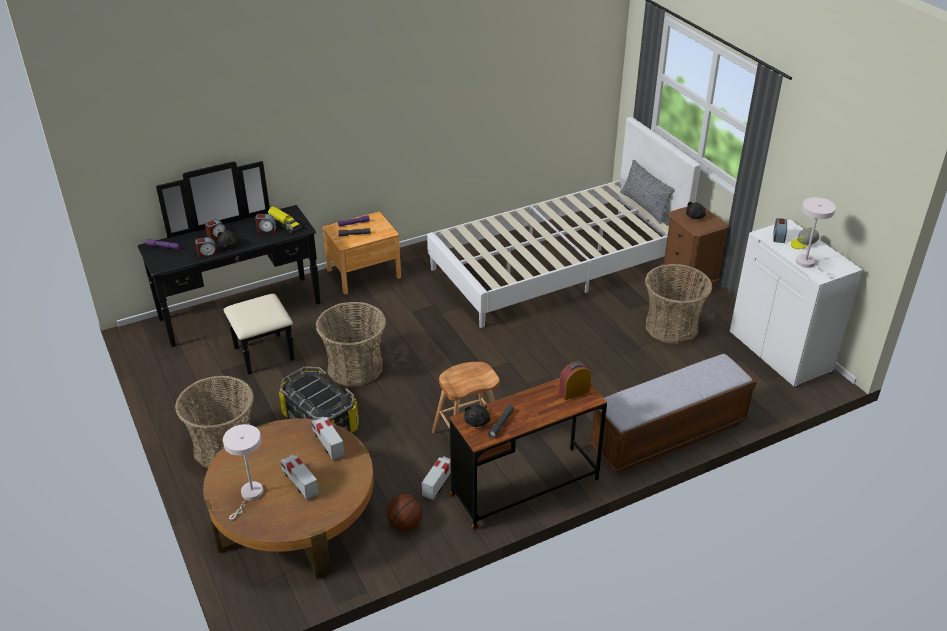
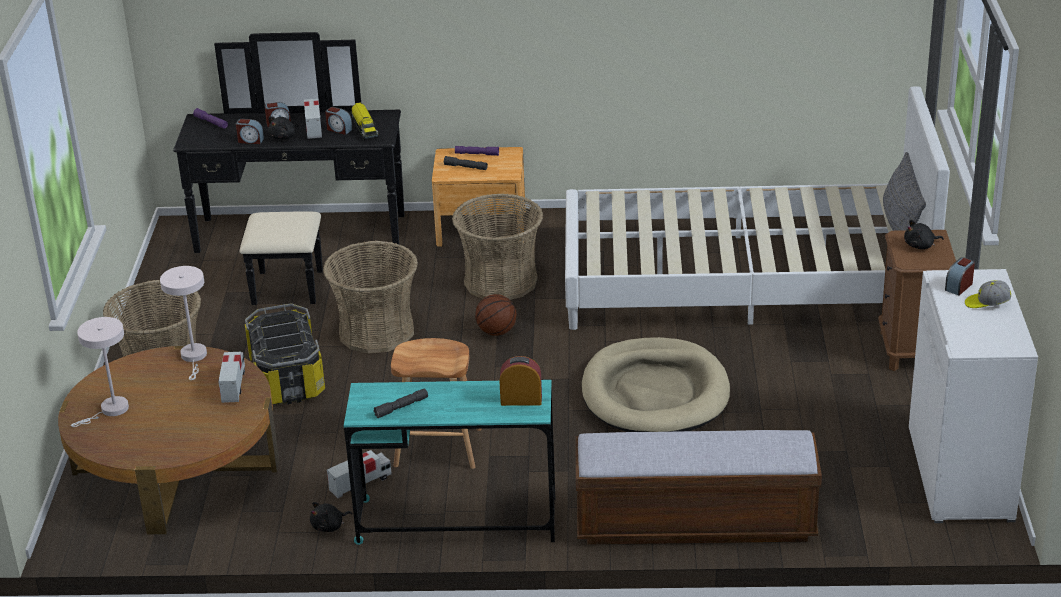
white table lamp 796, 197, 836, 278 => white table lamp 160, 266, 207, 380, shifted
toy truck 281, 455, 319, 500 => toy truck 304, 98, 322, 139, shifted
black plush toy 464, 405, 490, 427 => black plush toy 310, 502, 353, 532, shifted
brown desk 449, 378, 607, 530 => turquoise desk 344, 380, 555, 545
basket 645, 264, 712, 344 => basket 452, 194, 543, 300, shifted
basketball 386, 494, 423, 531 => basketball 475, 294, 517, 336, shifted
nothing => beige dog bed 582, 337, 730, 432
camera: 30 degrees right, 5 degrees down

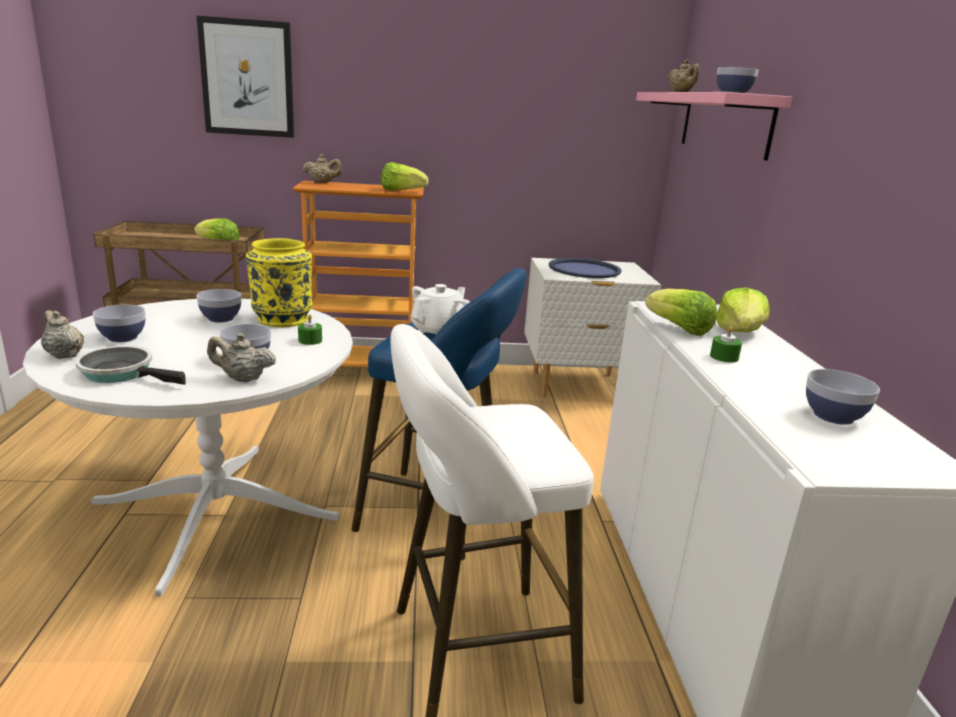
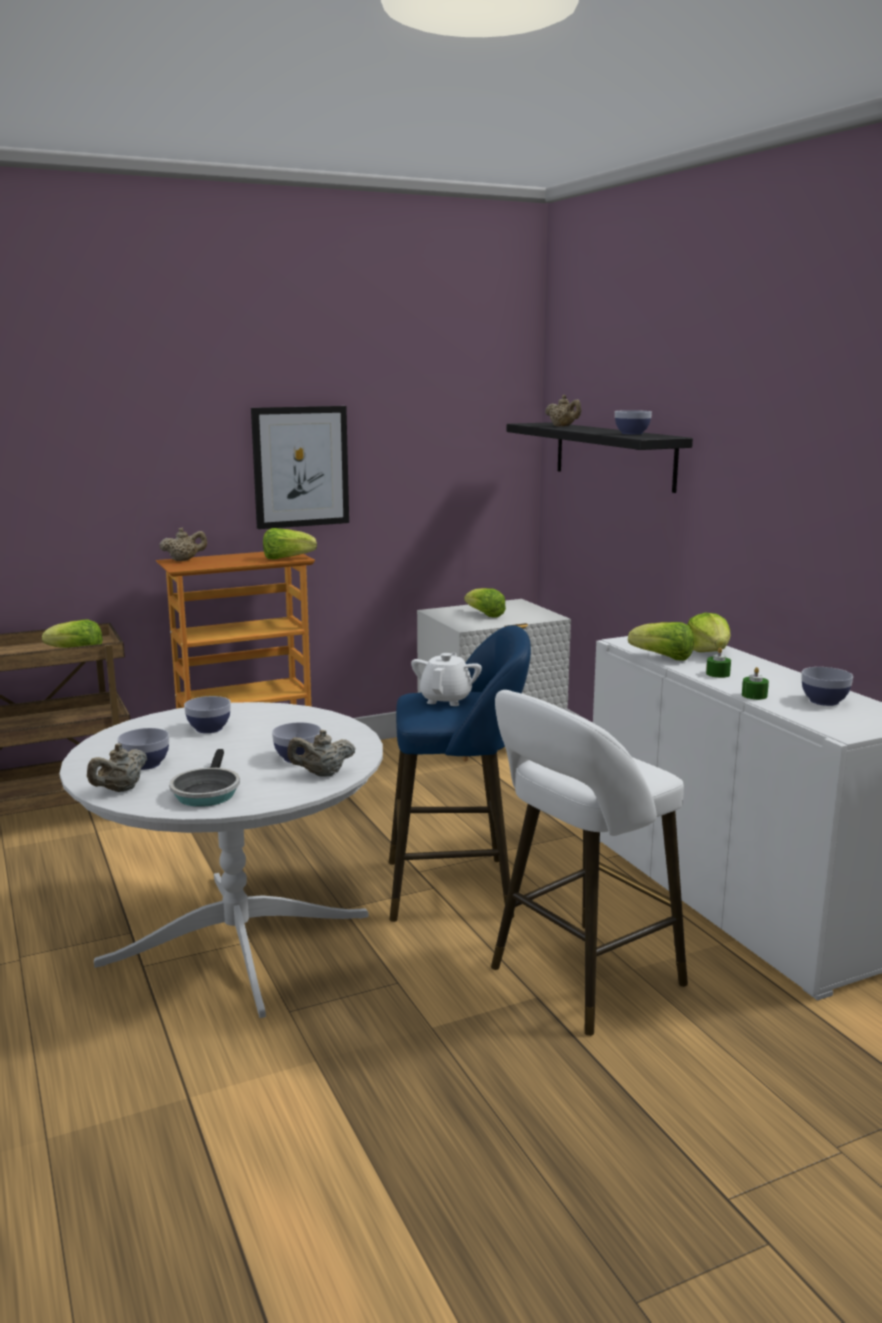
beige teapot 41, 310, 84, 359 => beige teapot 87, 743, 147, 792, 75 degrees counterclockwise
frying pan 75, 346, 186, 385 => frying pan 169, 749, 240, 807, 90 degrees counterclockwise
picture 197, 16, 294, 138 => picture 251, 406, 349, 529, shifted
blue tray 549, 258, 621, 278 => lettuce 464, 588, 506, 618
pink shelf 636, 92, 792, 161 => black shelf 507, 422, 693, 493
green candle 298, 314, 322, 345 => green candle 742, 667, 769, 700, shifted
yellow vase 246, 238, 313, 327 => nothing
camera: 20 degrees left, 5 degrees down

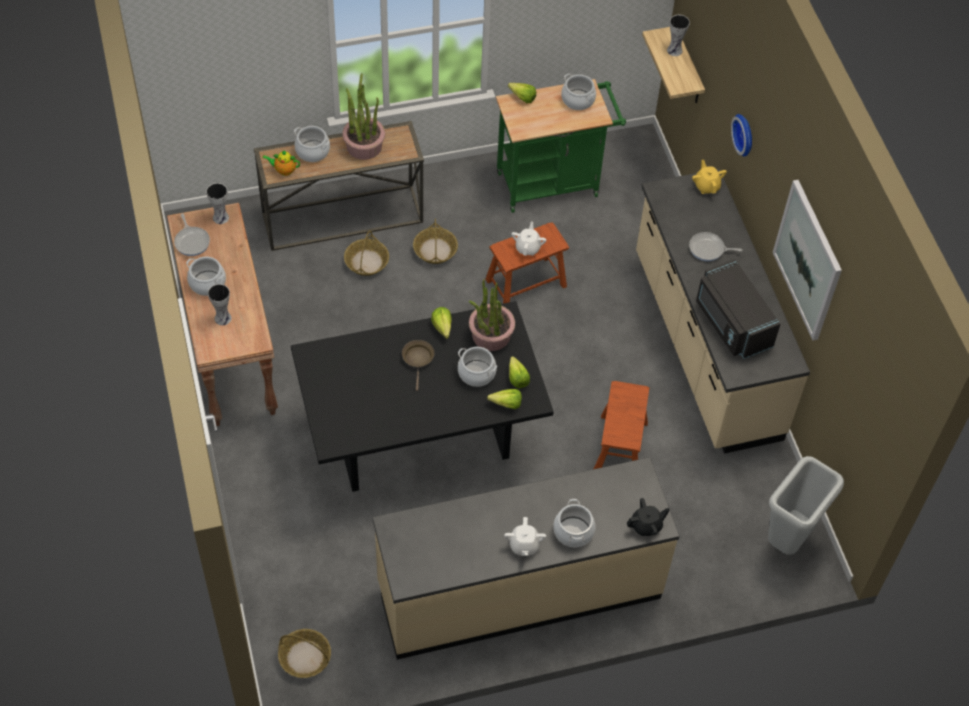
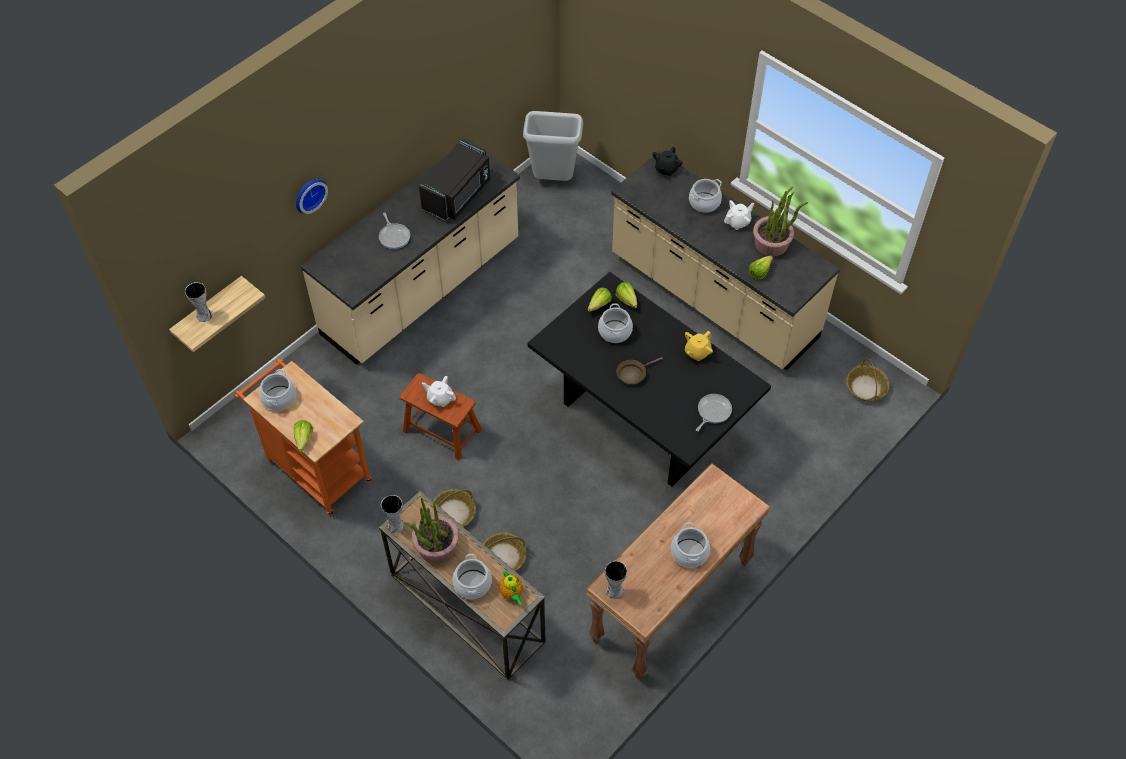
green cart 496, 79, 626, 213 => orange cart 235, 359, 372, 516
vase 208, 284, 232, 325 => vase 381, 495, 404, 533, shifted
white teapot 511, 222, 546, 256 => white teapot 422, 376, 456, 407, 45 degrees clockwise
black teapot 627, 498, 670, 536 => black teapot 653, 147, 683, 176, 105 degrees counterclockwise
yellow teapot 692, 160, 727, 194 => yellow teapot 685, 331, 713, 361, shifted
frying pan 174, 213, 210, 256 => frying pan 696, 394, 732, 432, shifted
lettuce 431, 307, 452, 339 => lettuce 749, 256, 773, 280, shifted
potted plant 469, 280, 515, 351 => potted plant 753, 187, 808, 257, shifted
brown stool 594, 381, 649, 469 => nothing
picture 773, 180, 842, 340 => nothing
camera: 120 degrees left, 0 degrees up

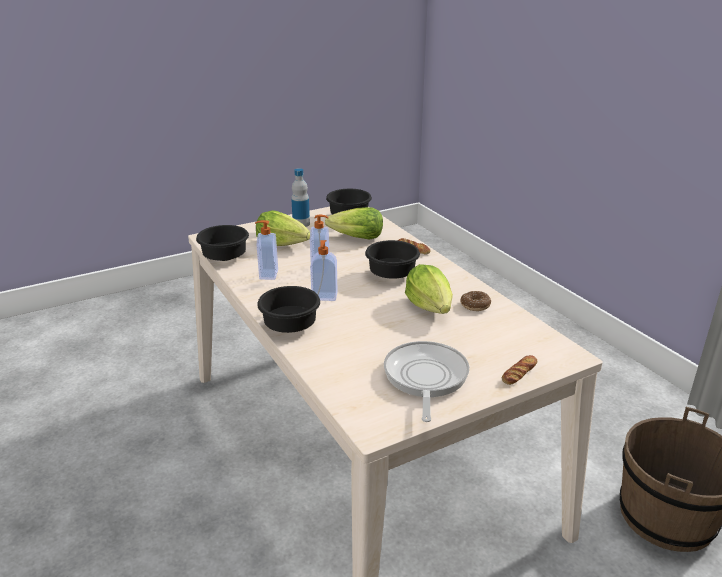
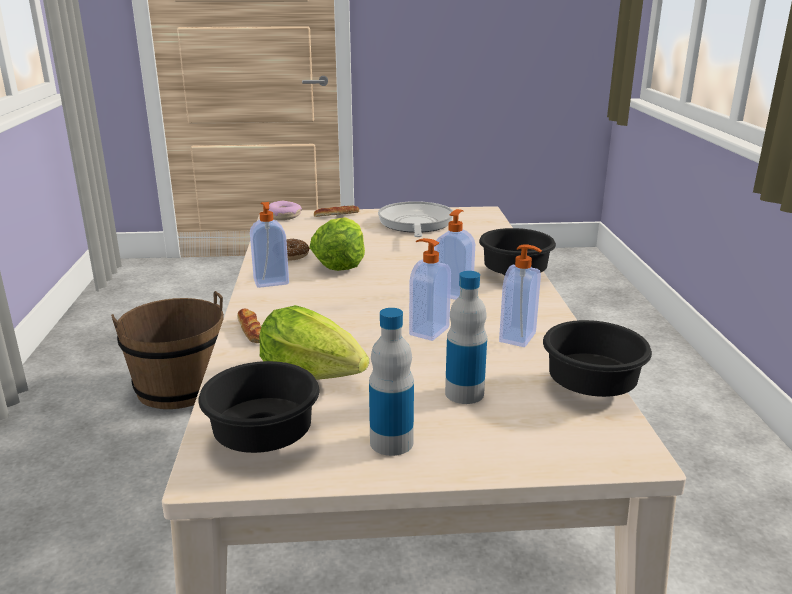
nothing => soap dispenser 250, 202, 289, 288
nothing => donut 269, 201, 302, 220
frying pan 384, 341, 469, 422 => frying pan 378, 201, 453, 237, 150 degrees clockwise
lettuce 256, 210, 310, 246 => bottle 445, 271, 487, 404
black bowl 365, 240, 420, 279 => nothing
camera: 155 degrees left, 5 degrees down

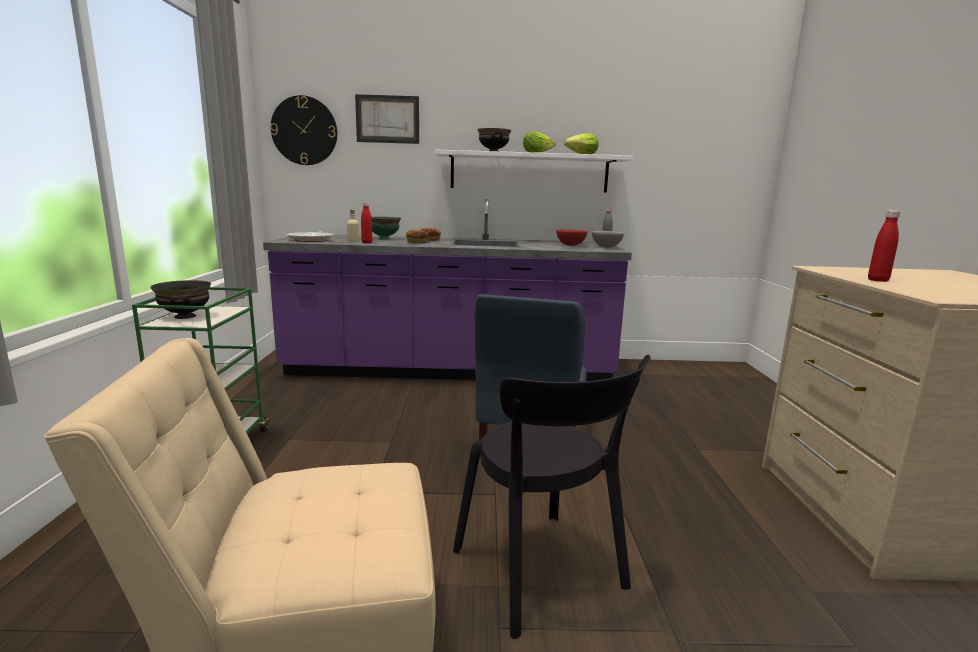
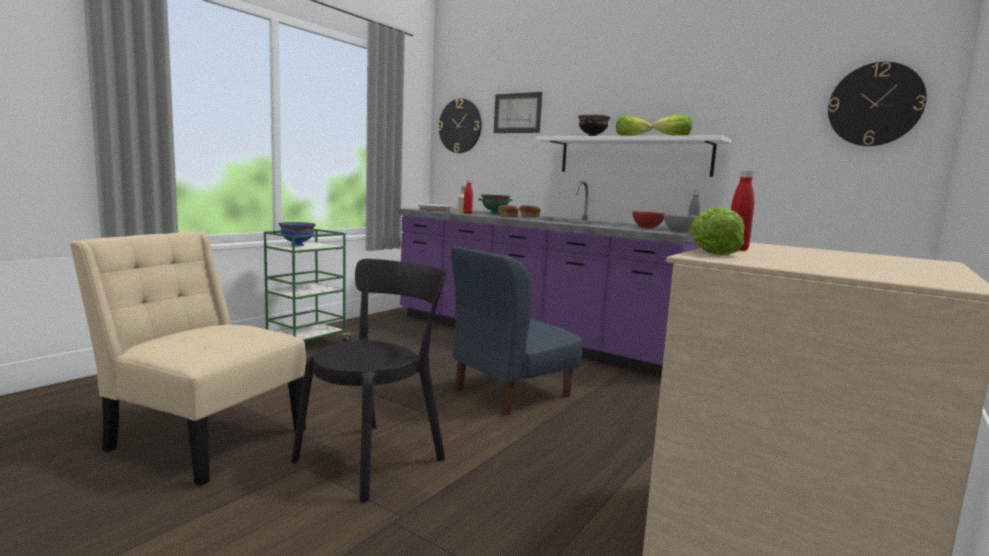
black bowl 151, 280, 211, 319 => blue bowl 279, 222, 316, 246
black chair 453, 355, 651, 639 => black chair 291, 259, 448, 503, 150 degrees counterclockwise
nothing => lettuce 689, 207, 745, 255
nothing => wall clock 828, 62, 927, 146
camera: 35 degrees right, 5 degrees down

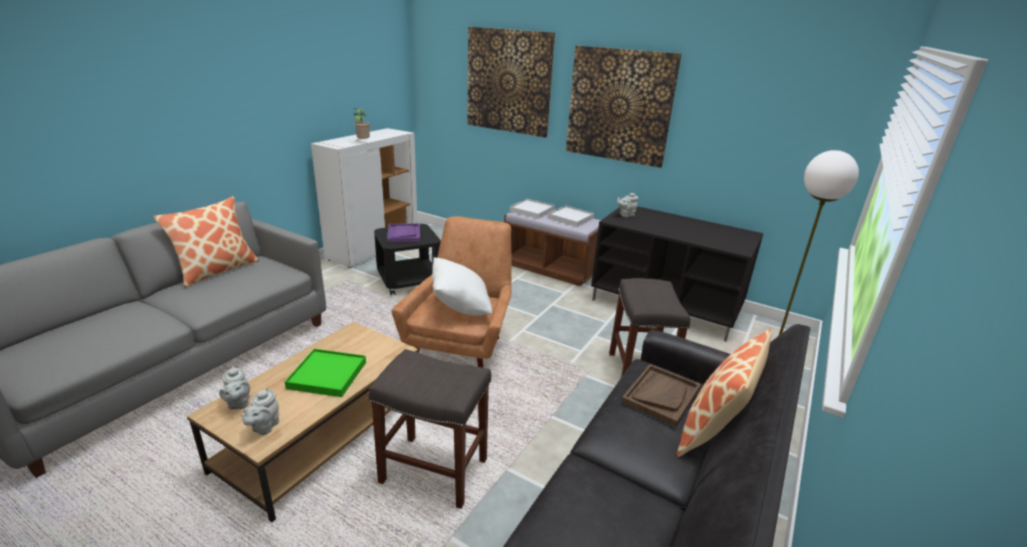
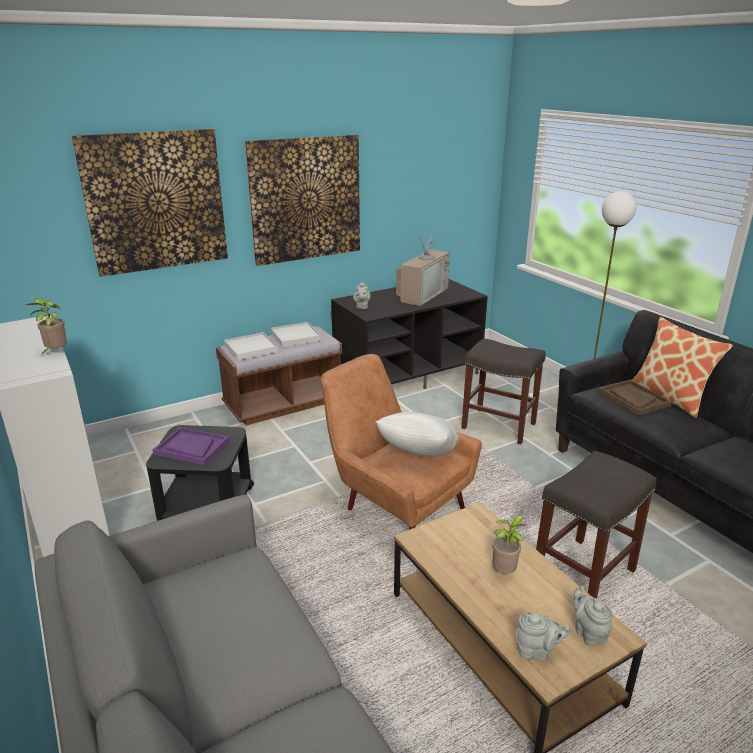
nothing => television 396, 224, 450, 306
green tray 285, 349, 366, 397 => potted plant 492, 515, 526, 574
grey teapot 241, 387, 279, 435 => grey teapot 573, 586, 613, 646, 150 degrees counterclockwise
pillow 153, 196, 259, 288 => nothing
camera: 60 degrees left, 0 degrees up

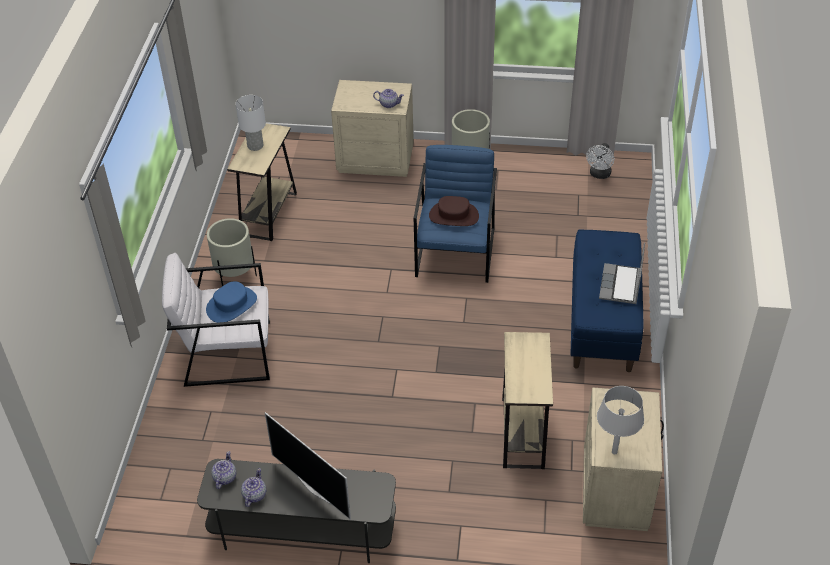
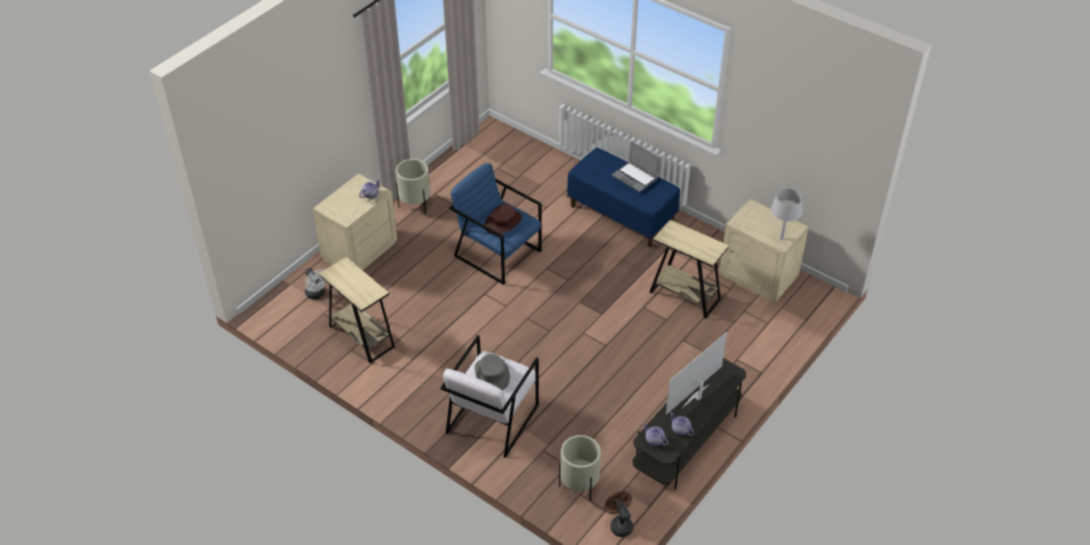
white fan 586, 143, 614, 179 => white fan 305, 268, 327, 299, shifted
blue hat 206, 281, 257, 323 => grey hat 474, 354, 510, 391
beige planter 207, 218, 257, 286 => beige planter 559, 435, 601, 501, shifted
nothing => brown fan 604, 491, 634, 537
television 265, 412, 351, 520 => television 666, 332, 727, 415, 150 degrees clockwise
white table lamp 236, 95, 266, 151 => nothing
camera: 60 degrees left, 0 degrees up

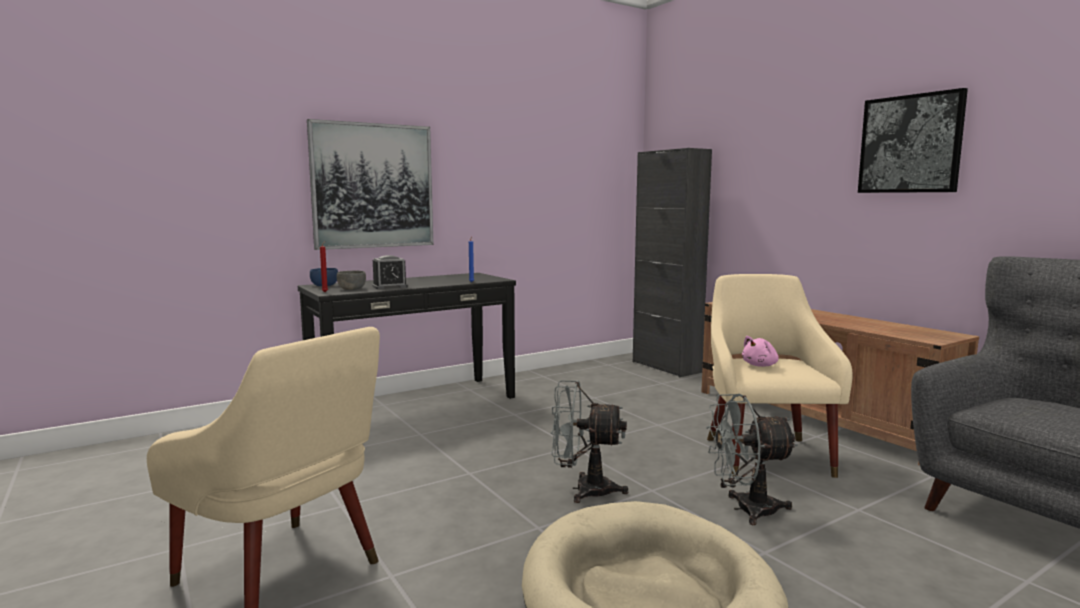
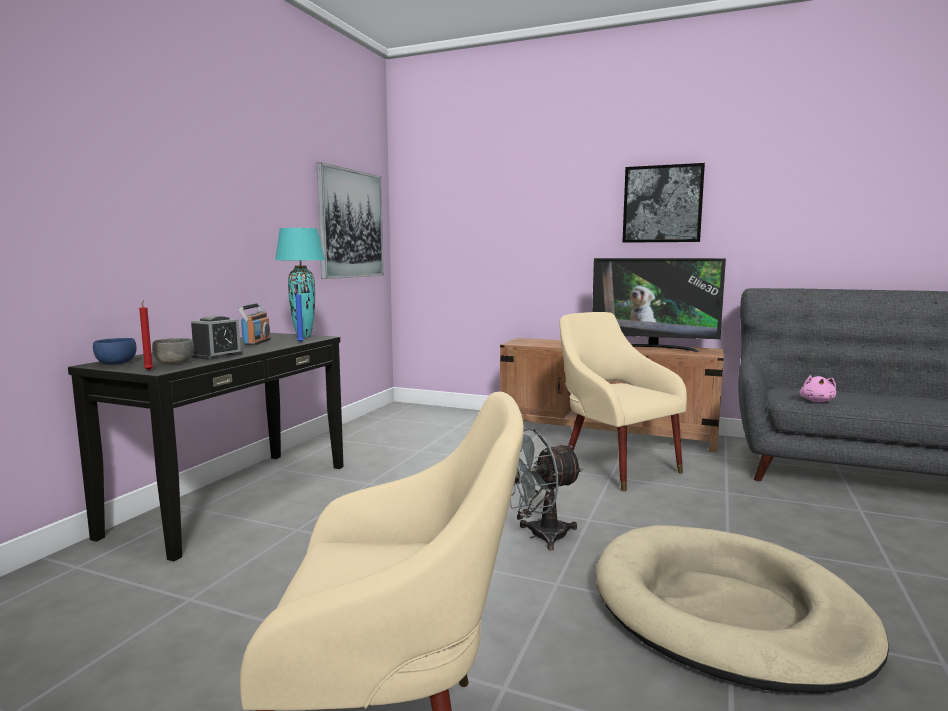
nothing => radio 238, 303, 270, 346
nothing => turquoise table lamp 275, 228, 325, 337
picture 307, 119, 433, 250 => picture 317, 162, 384, 279, shifted
nothing => television 592, 258, 726, 352
pink plush toy 742, 336, 779, 367 => pink plush toy 799, 375, 836, 402, shifted
black cabinet 633, 148, 712, 377 => nothing
grey fan 706, 394, 798, 525 => nothing
camera: 35 degrees left, 0 degrees up

